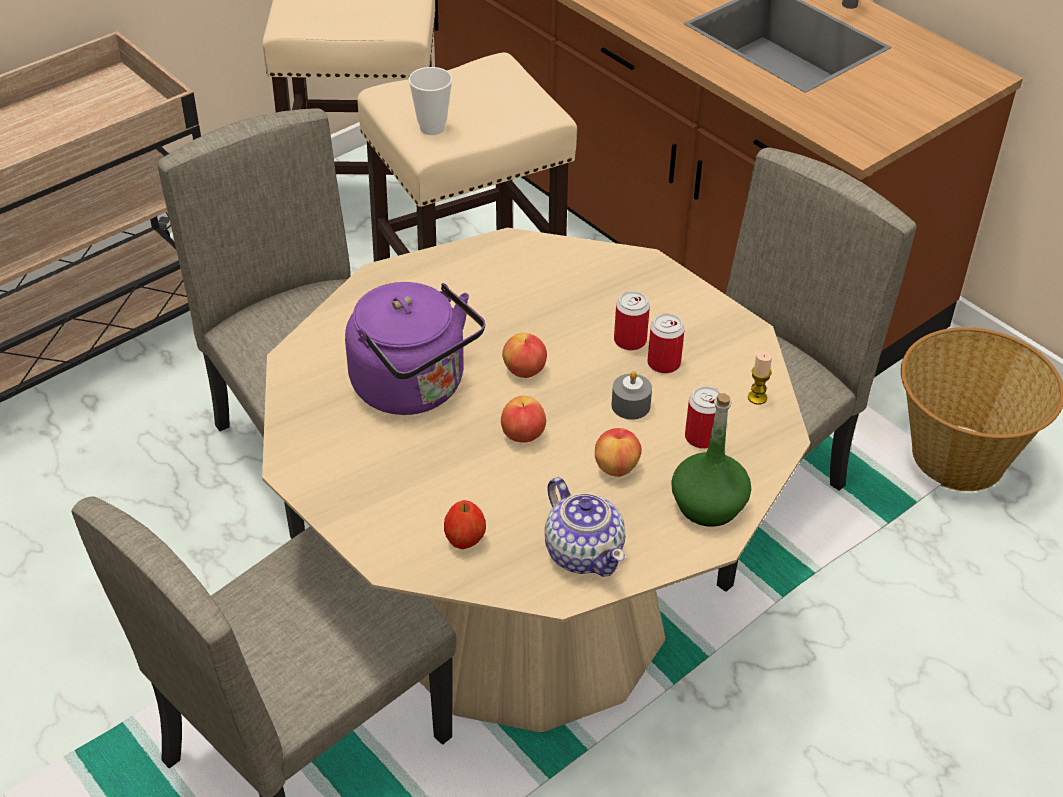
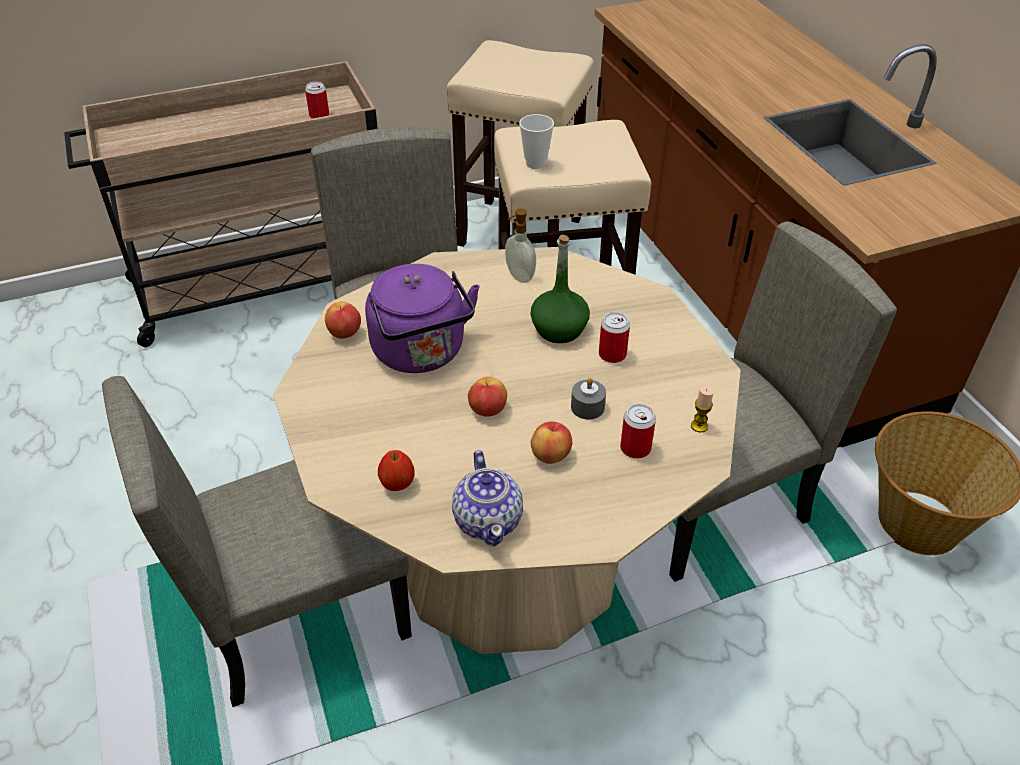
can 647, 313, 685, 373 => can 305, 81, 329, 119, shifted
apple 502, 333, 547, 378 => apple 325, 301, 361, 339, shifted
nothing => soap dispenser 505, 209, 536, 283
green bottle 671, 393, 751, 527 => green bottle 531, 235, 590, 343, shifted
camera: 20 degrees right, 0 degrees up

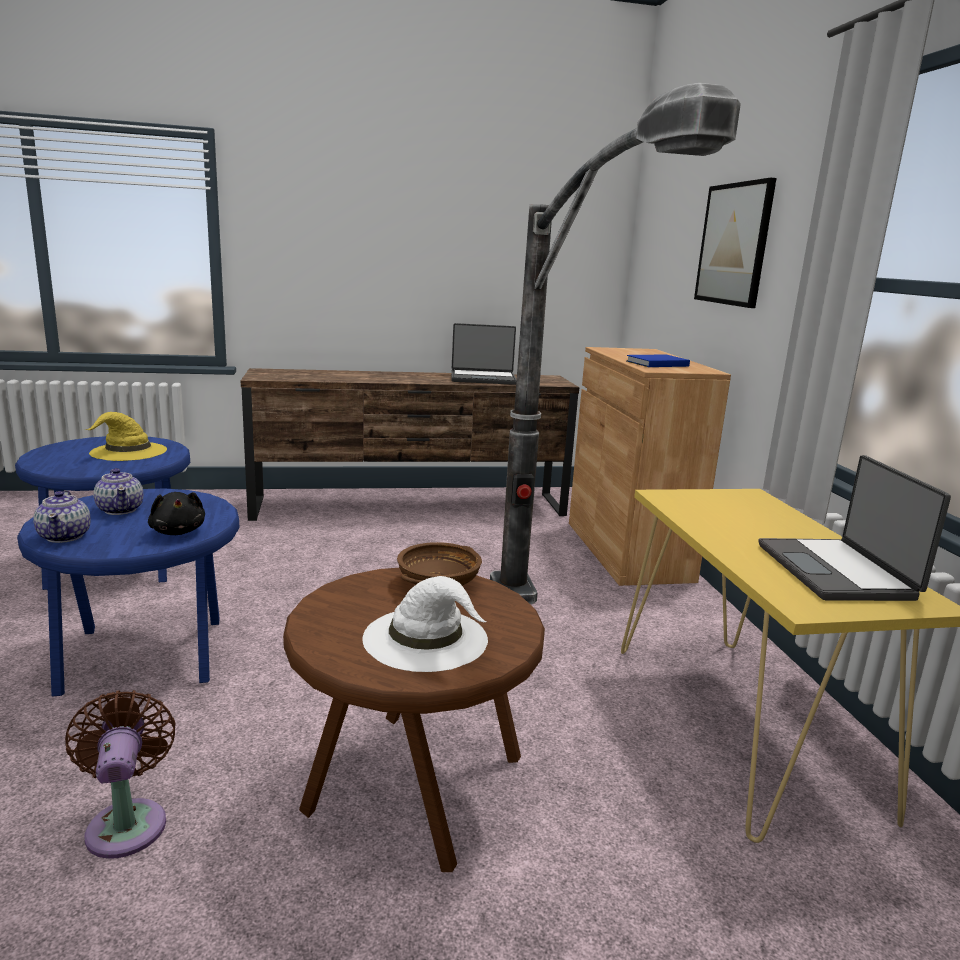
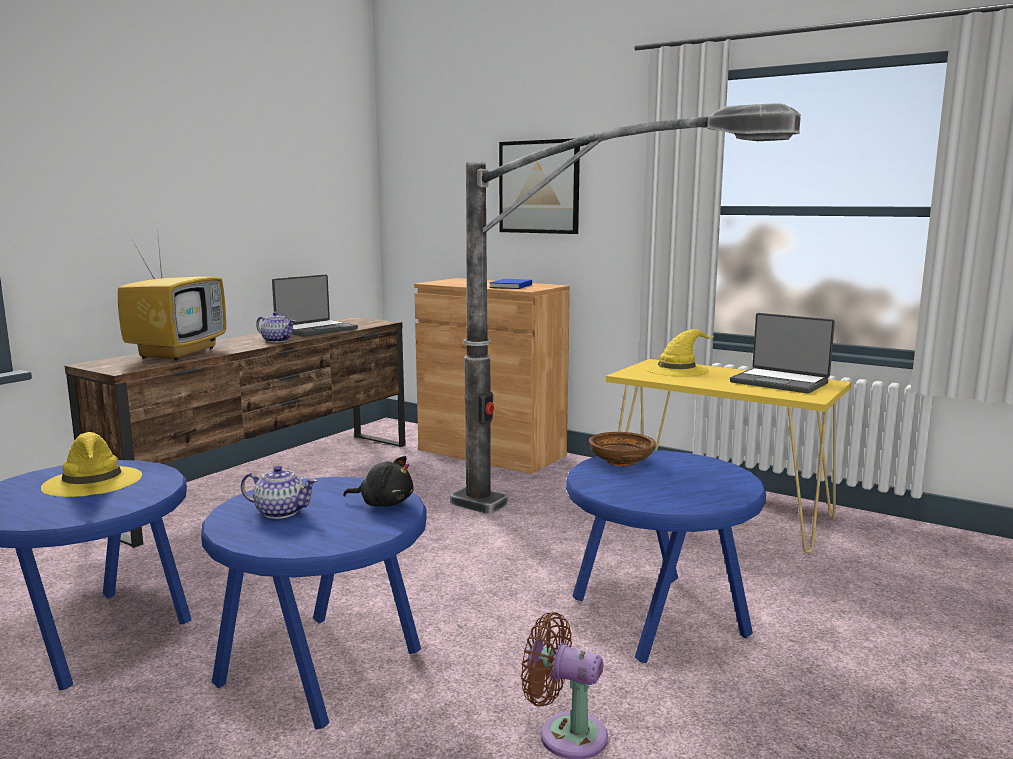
nothing => television 118, 229, 226, 360
teapot 33, 491, 91, 543 => teapot 256, 312, 296, 343, shifted
brown side table 283, 568, 545, 872 => blue side table 566, 450, 766, 663
nothing => yellow hat 644, 329, 714, 376
white hat 362, 576, 488, 672 => nothing
camera: 45 degrees left, 5 degrees down

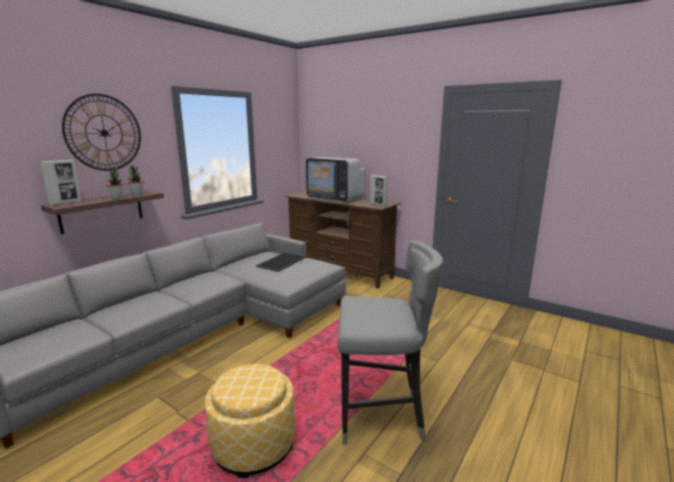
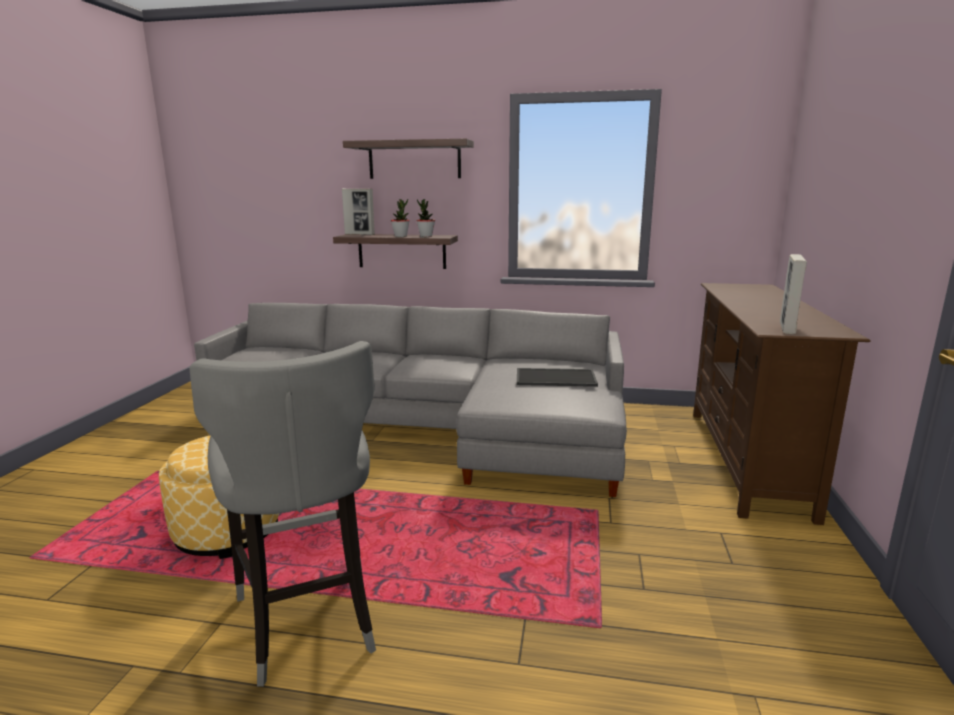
wall clock 62, 94, 141, 171 => shelf 343, 139, 474, 179
television 306, 157, 366, 202 => nothing
camera: 65 degrees right, 0 degrees up

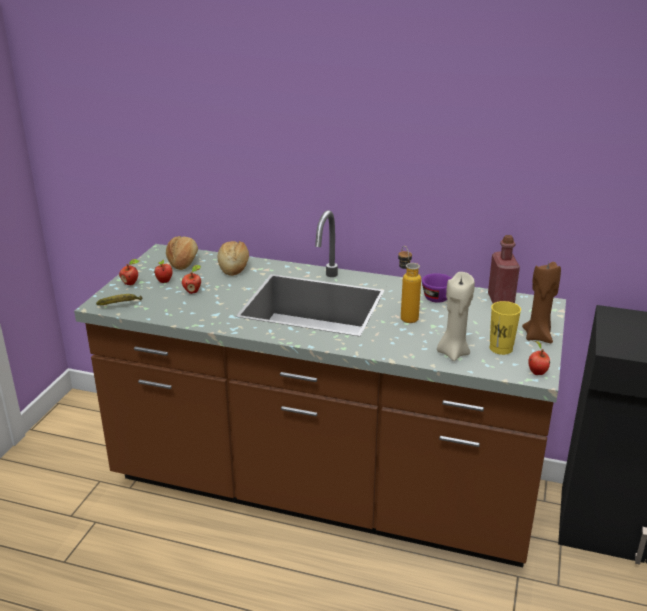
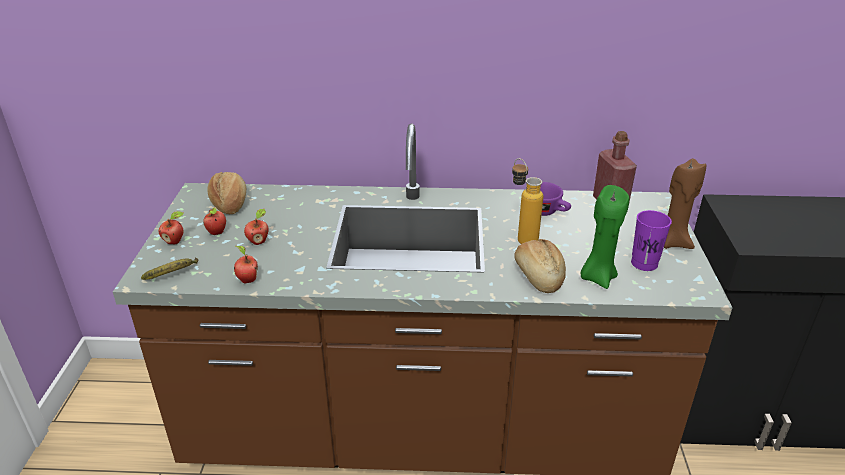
apple 528, 340, 550, 375 => apple 234, 246, 258, 283, shifted
bread 218, 241, 249, 276 => bread 514, 239, 566, 293, shifted
beige candle 437, 272, 475, 361 => green candle 580, 185, 629, 289
yellow cup 490, 301, 521, 355 => purple cup 631, 210, 672, 271
camera: 15 degrees left, 5 degrees up

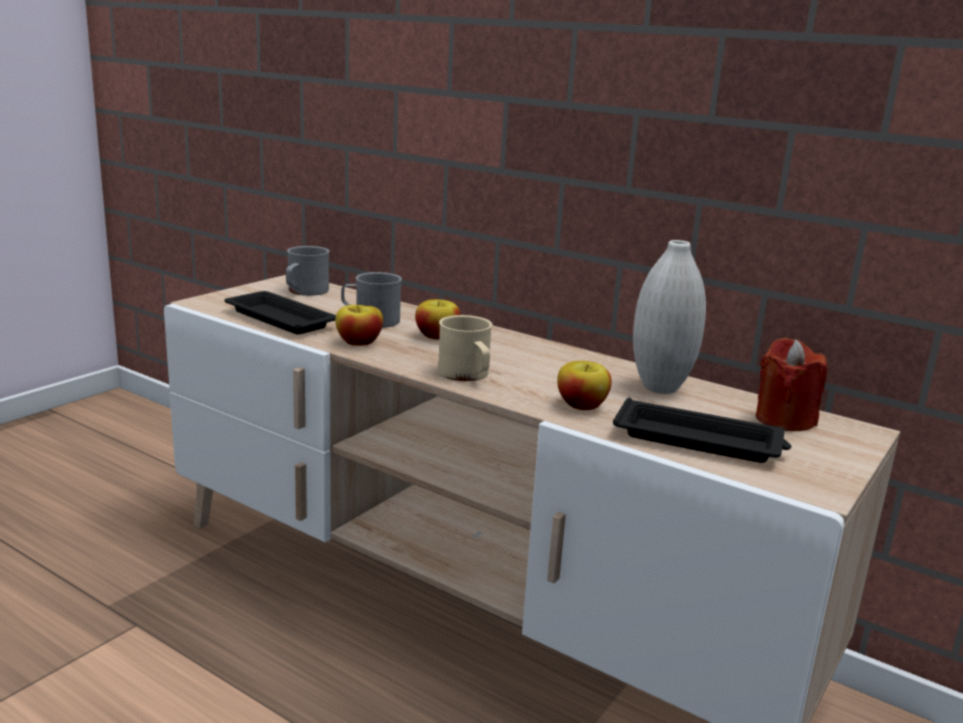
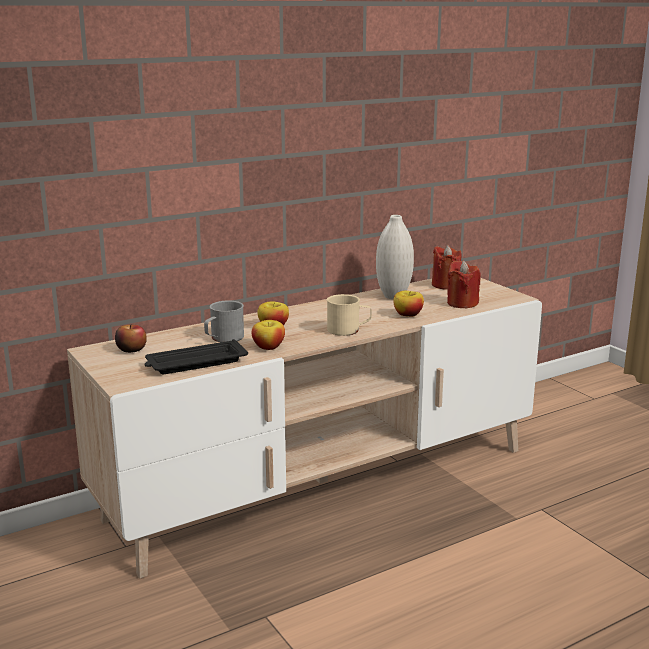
grey mug 286, 246, 330, 296 => apple 115, 324, 147, 353
black tray 613, 398, 791, 463 => red candle 447, 261, 481, 308
camera: 65 degrees left, 0 degrees up

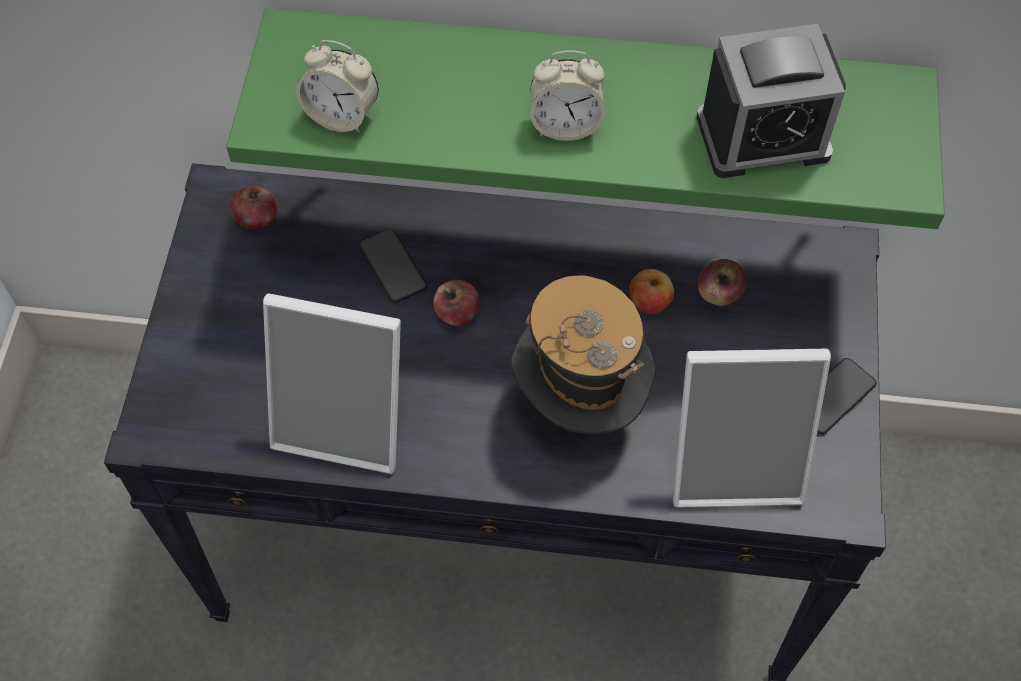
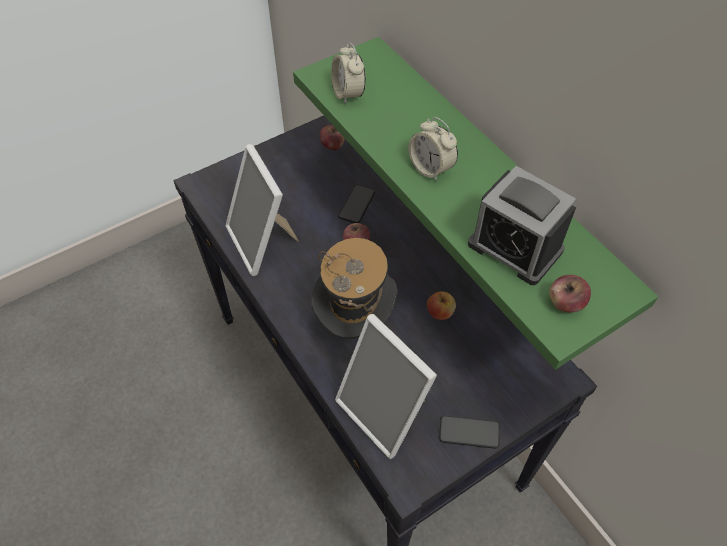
apple 698, 259, 746, 306 => apple 549, 275, 591, 312, shifted
camera: 50 degrees right, 5 degrees down

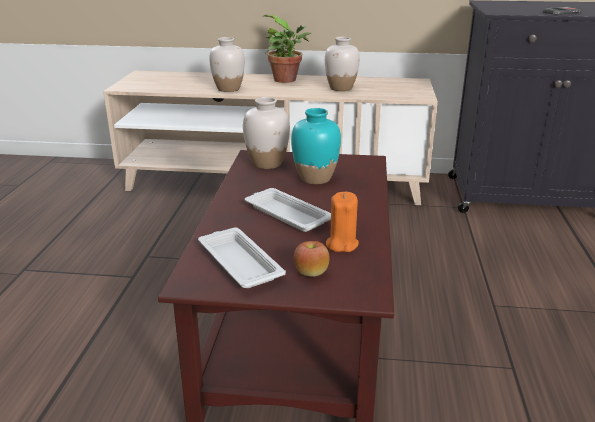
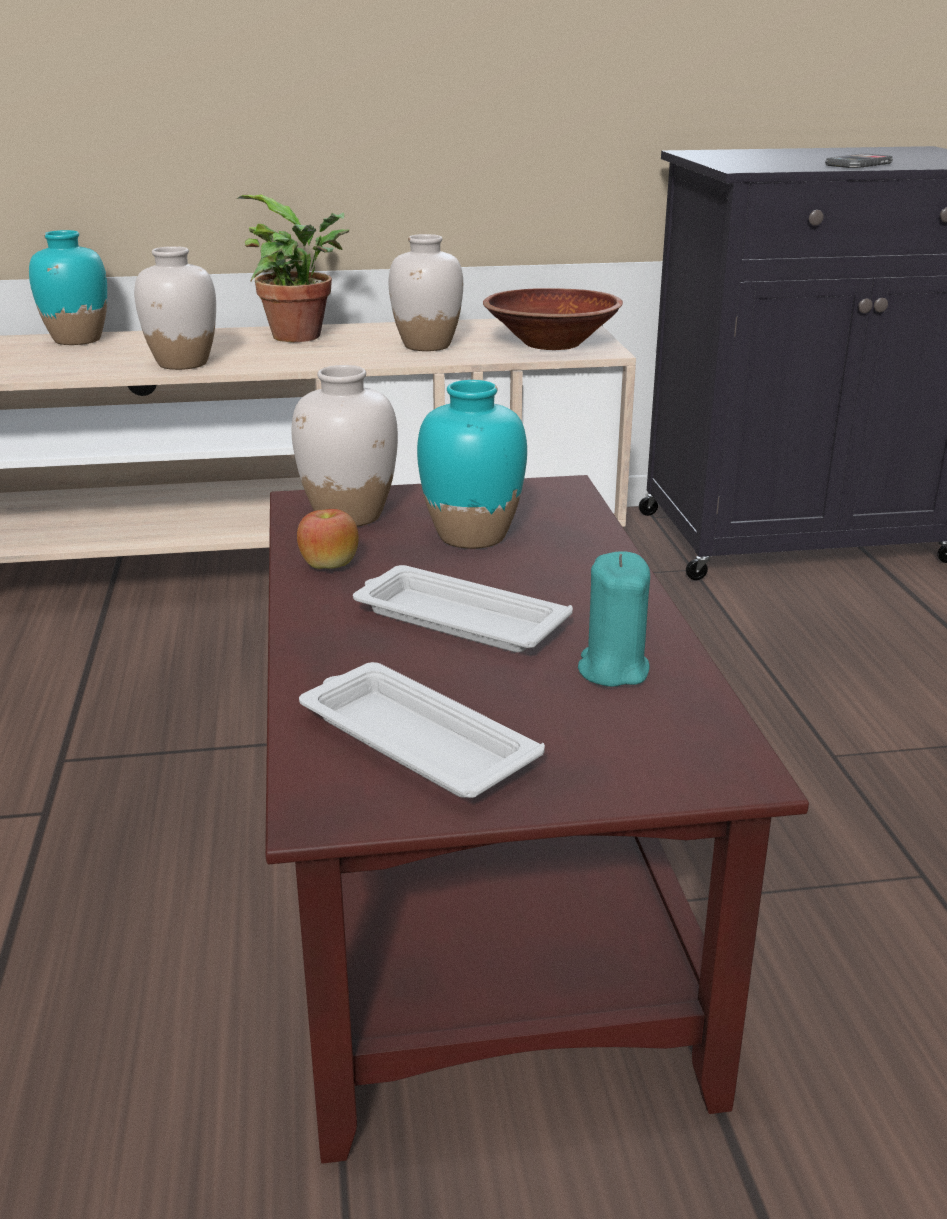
nothing => turquoise vase 29, 230, 107, 345
apple 294, 241, 330, 277 => apple 297, 509, 359, 569, shifted
nothing => brown bowl 483, 288, 623, 350
orange candle 326, 192, 359, 252 => turquoise candle 578, 551, 650, 687
camera: 15 degrees left, 0 degrees up

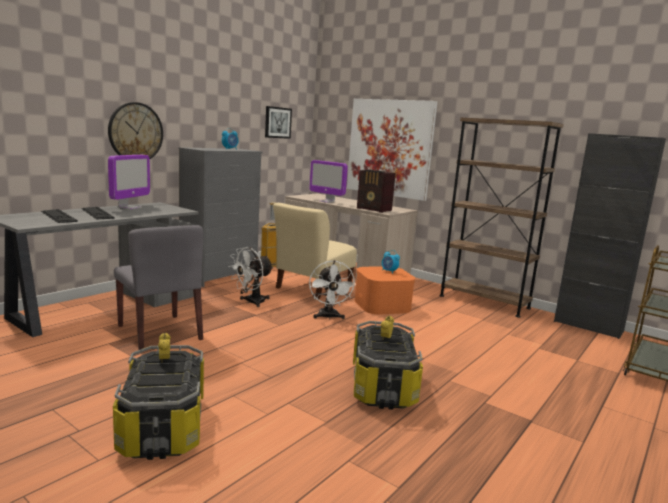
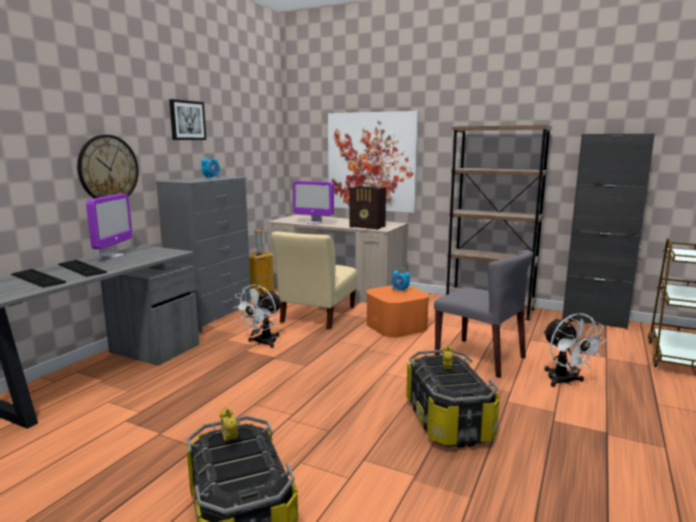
picture 265, 106, 292, 139 => picture 169, 99, 206, 140, shifted
grey chair 114, 225, 203, 350 => grey chair 434, 250, 534, 378, shifted
white fan 309, 260, 356, 320 => white fan 543, 313, 607, 387, shifted
camera: 10 degrees left, 0 degrees up

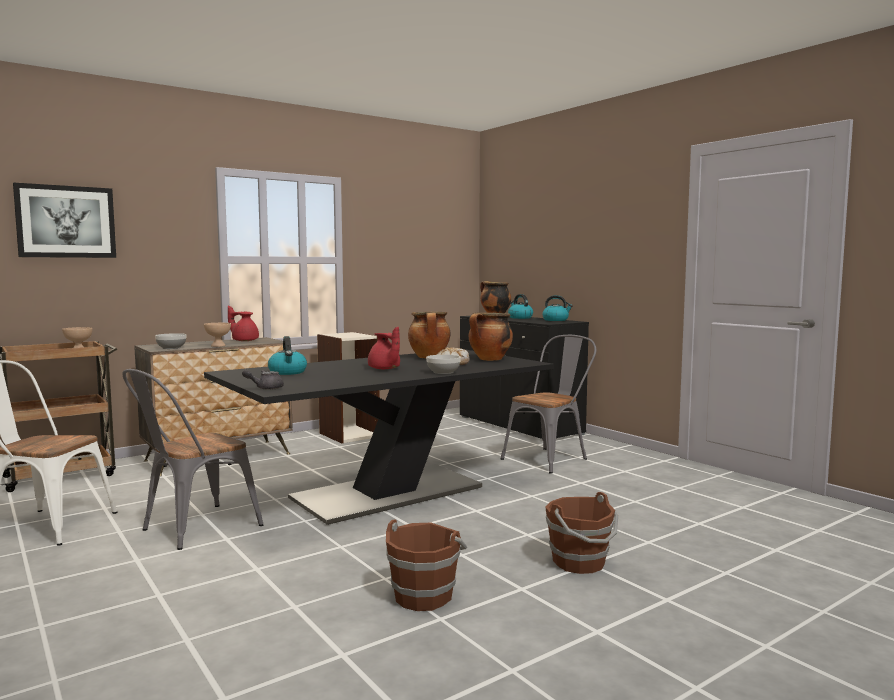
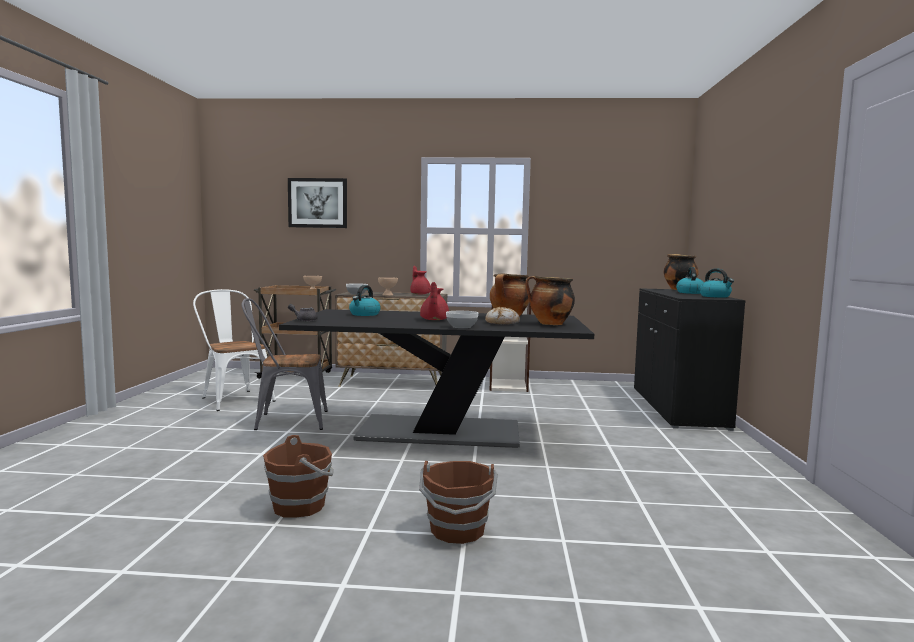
grey chair 501, 335, 596, 474 => nothing
camera: 40 degrees right, 0 degrees up

